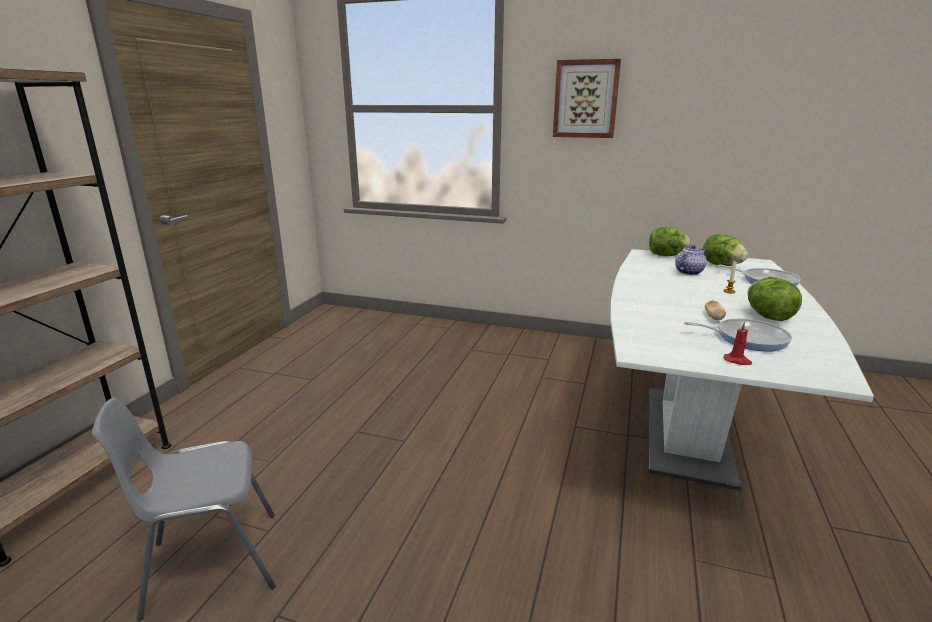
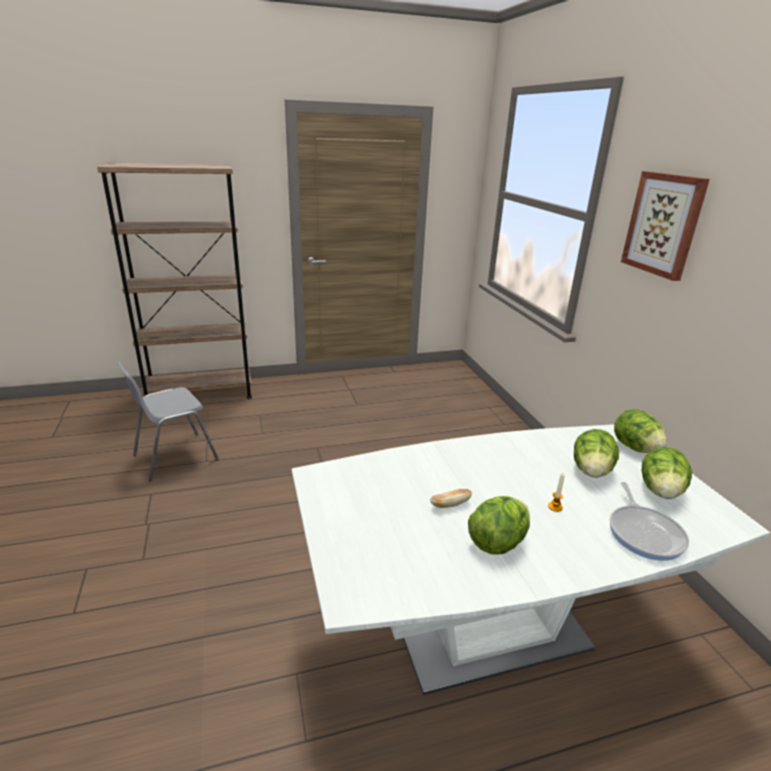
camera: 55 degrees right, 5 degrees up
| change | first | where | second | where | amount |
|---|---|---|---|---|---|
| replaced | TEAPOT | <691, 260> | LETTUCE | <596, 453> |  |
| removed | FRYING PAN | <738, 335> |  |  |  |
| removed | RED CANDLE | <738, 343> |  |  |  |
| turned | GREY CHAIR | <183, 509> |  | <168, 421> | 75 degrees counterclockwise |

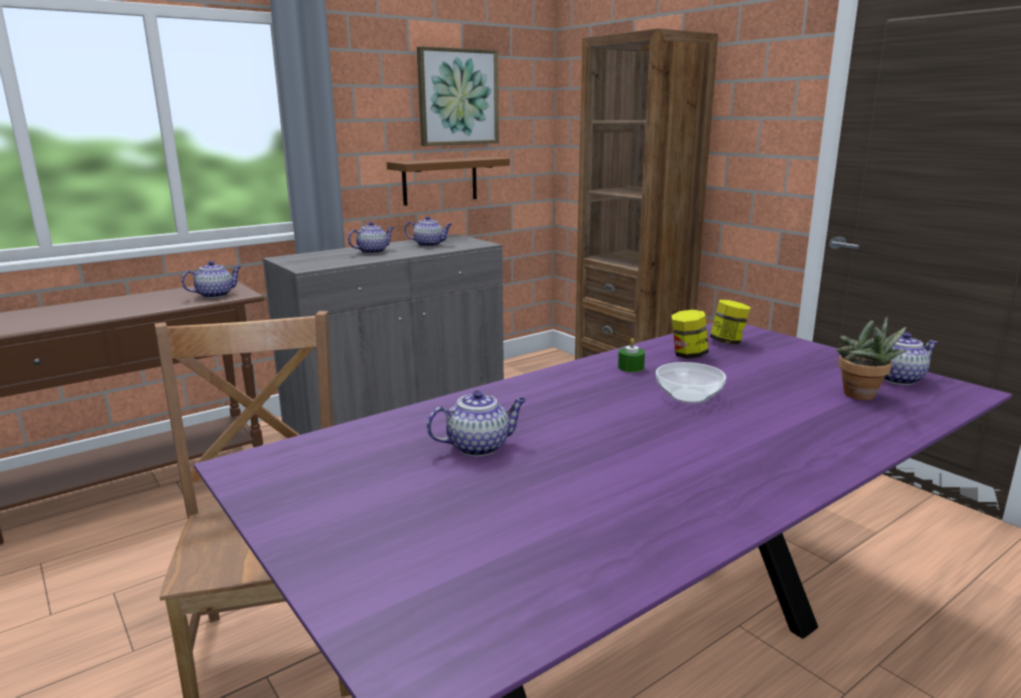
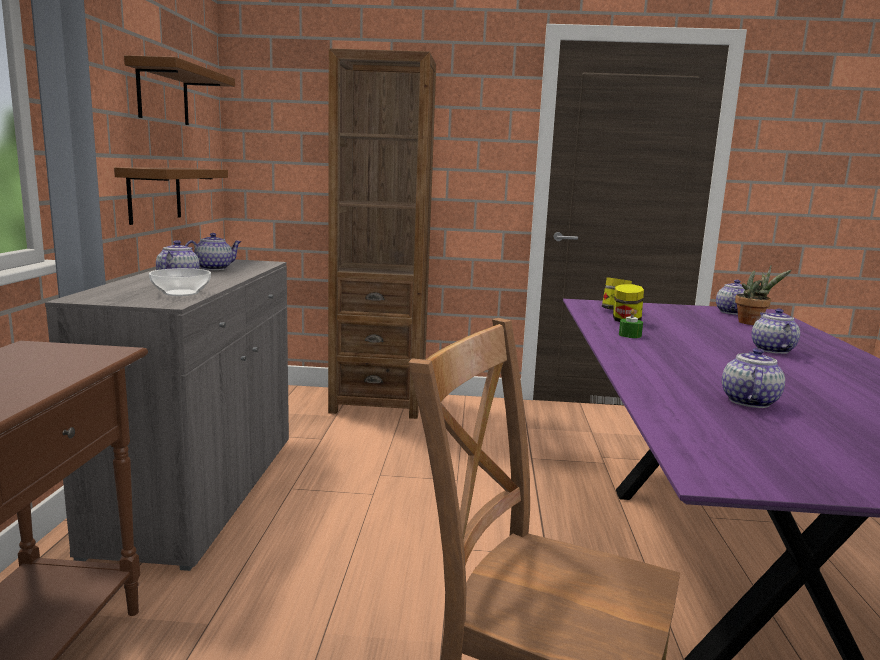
camera: 50 degrees left, 5 degrees down
| change | first | where | second | where | amount |
|---|---|---|---|---|---|
| replaced | PICTURE | <458, 96> | BROWN SHELF | <179, 90> |  |
| moved | TEAPOT | <212, 279> |  | <776, 331> |  |
| moved | BOWL | <691, 383> |  | <180, 282> |  |

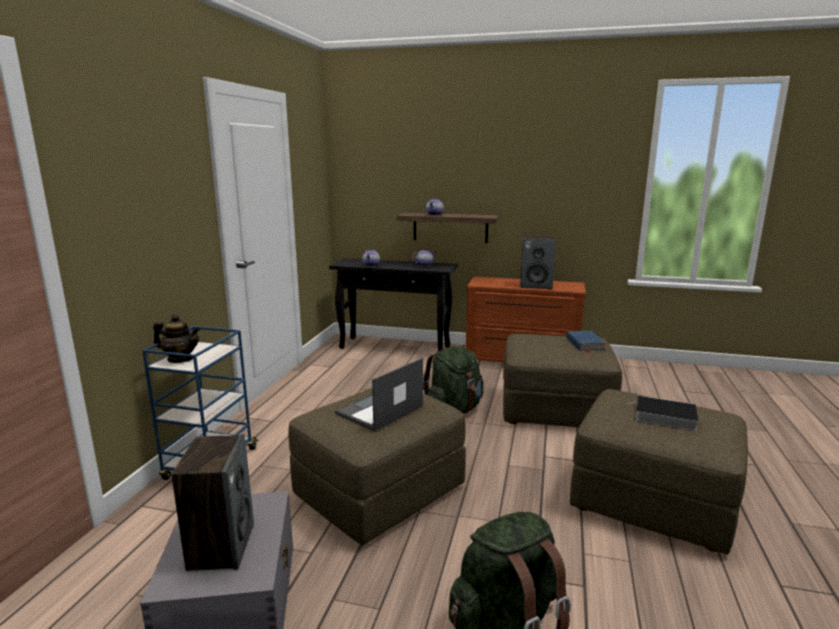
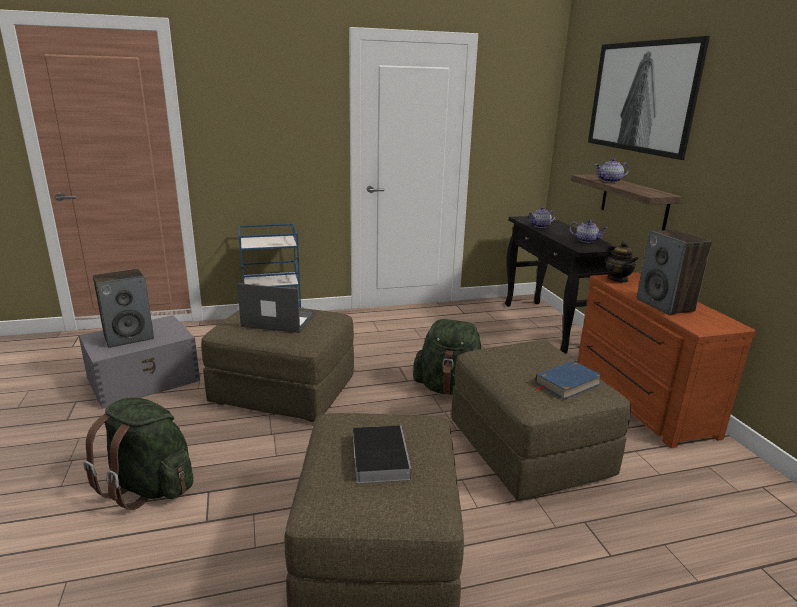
camera: 60 degrees right, 5 degrees up
| change | first | where | second | where | amount |
|---|---|---|---|---|---|
| moved | TEAPOT | <176, 338> |  | <621, 261> |  |
| added |  |  | PICTURE | <649, 98> |  |

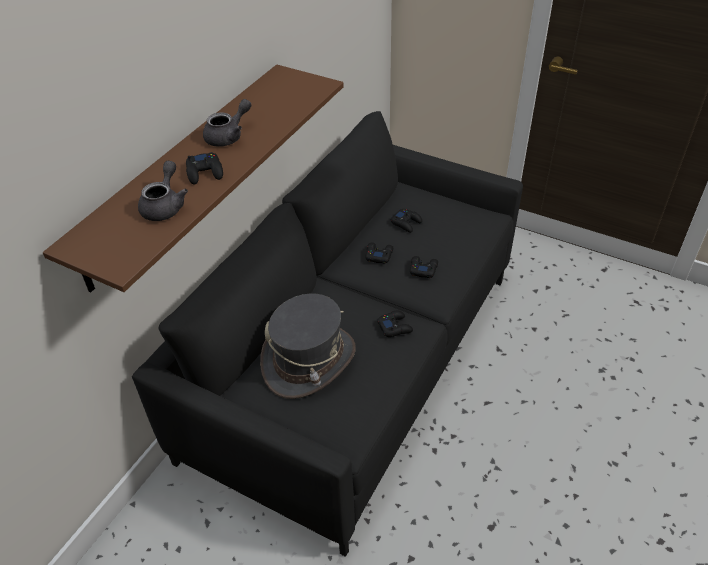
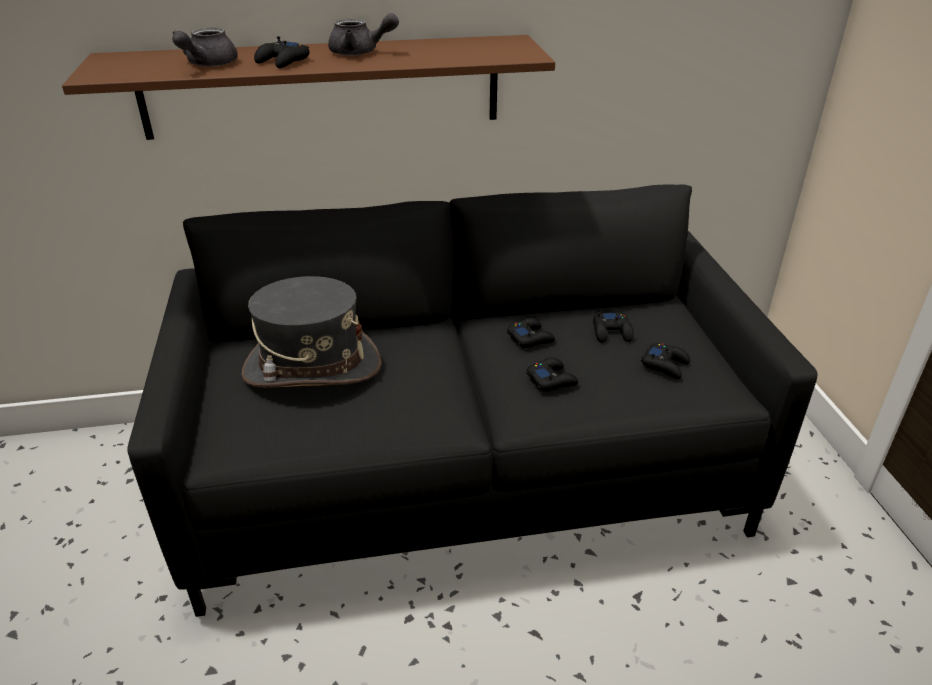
camera: 50 degrees right, 10 degrees down
| change | first | where | second | where | amount |
|---|---|---|---|---|---|
| turned | GREY TEAPOT | <163, 191> |  | <205, 47> | 135 degrees clockwise |
| moved | BLACK GAME CONTROLLER | <395, 323> |  | <665, 361> |  |

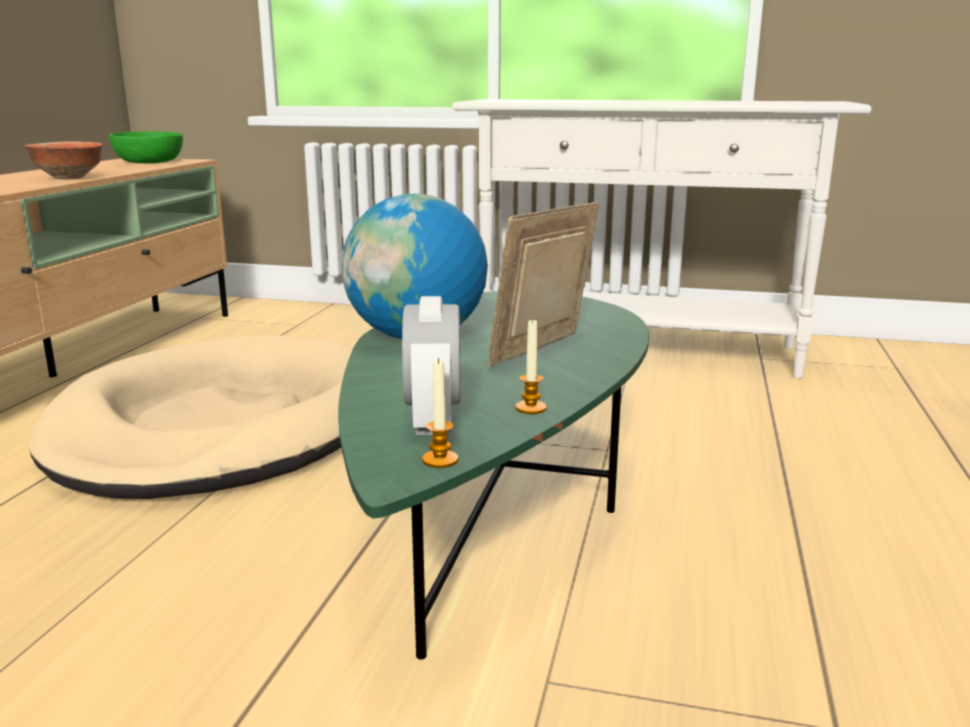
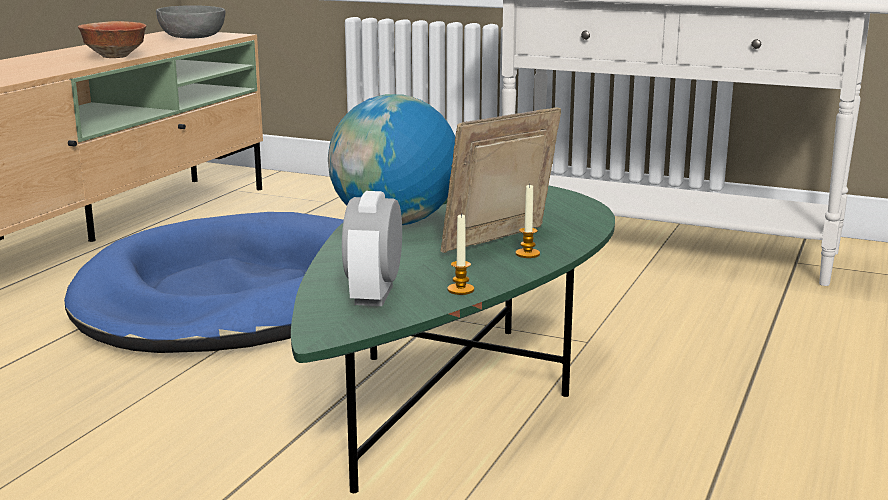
camera: 10 degrees right, 0 degrees up
| change | first | where | second | where | amount |
|---|---|---|---|---|---|
| recoloured | GREEN BOWL | <146, 147> | GREY BOWL | <190, 22> |  |
| recoloured | BEIGE DOG BED | <191, 417> | BLUE DOG BED | <204, 282> |  |
| moved | CANDLE | <440, 412> |  | <528, 221> |  |

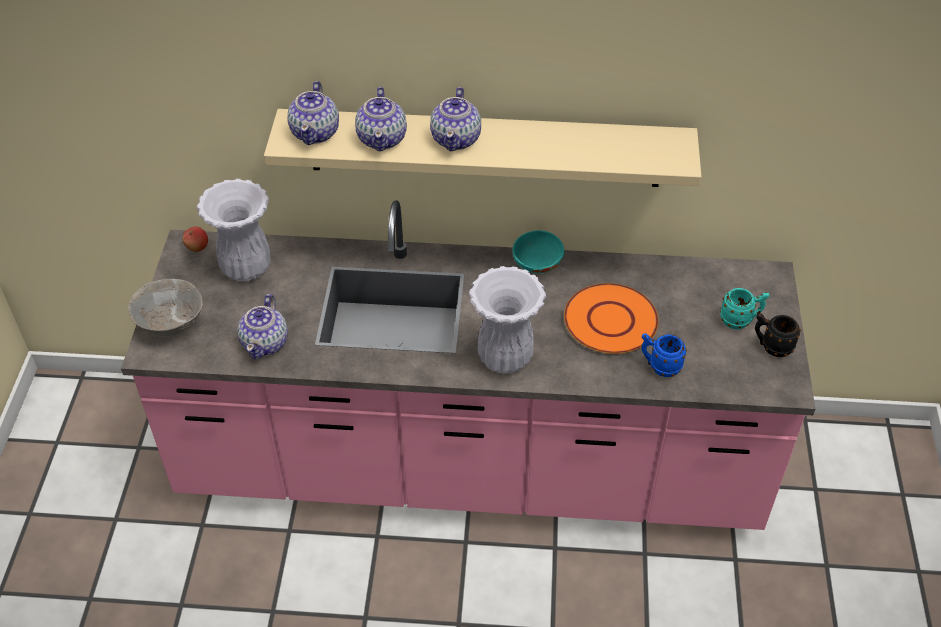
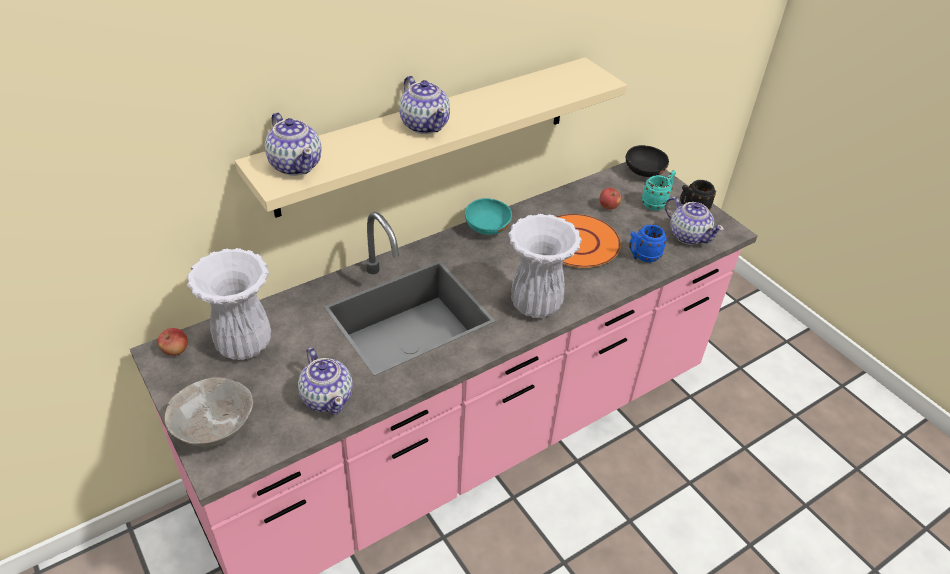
camera: 40 degrees left, 5 degrees down
| change | first | where | second | where | amount |
|---|---|---|---|---|---|
| moved | TEAPOT | <381, 119> |  | <694, 221> |  |
| added |  |  | BLACK BOWL | <647, 161> |  |
| added |  |  | APPLE | <610, 199> |  |

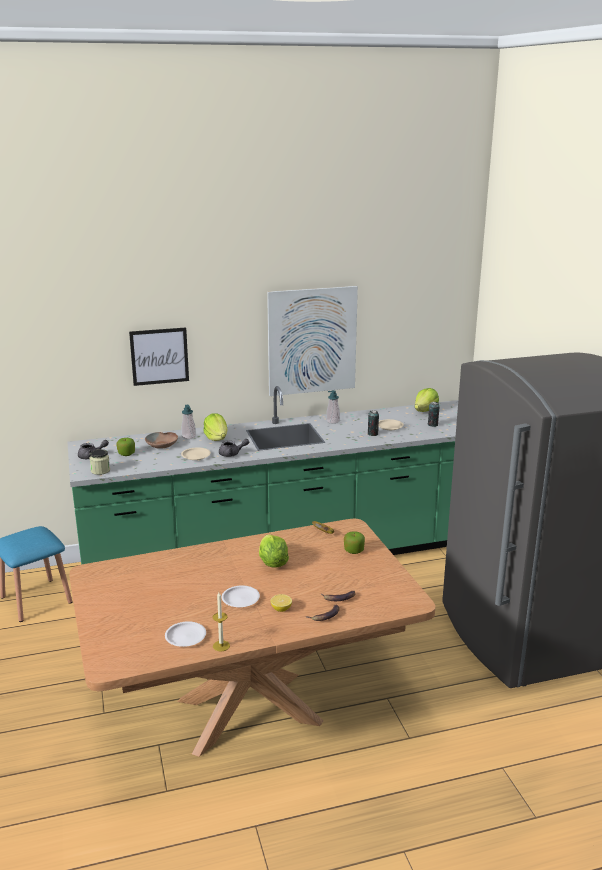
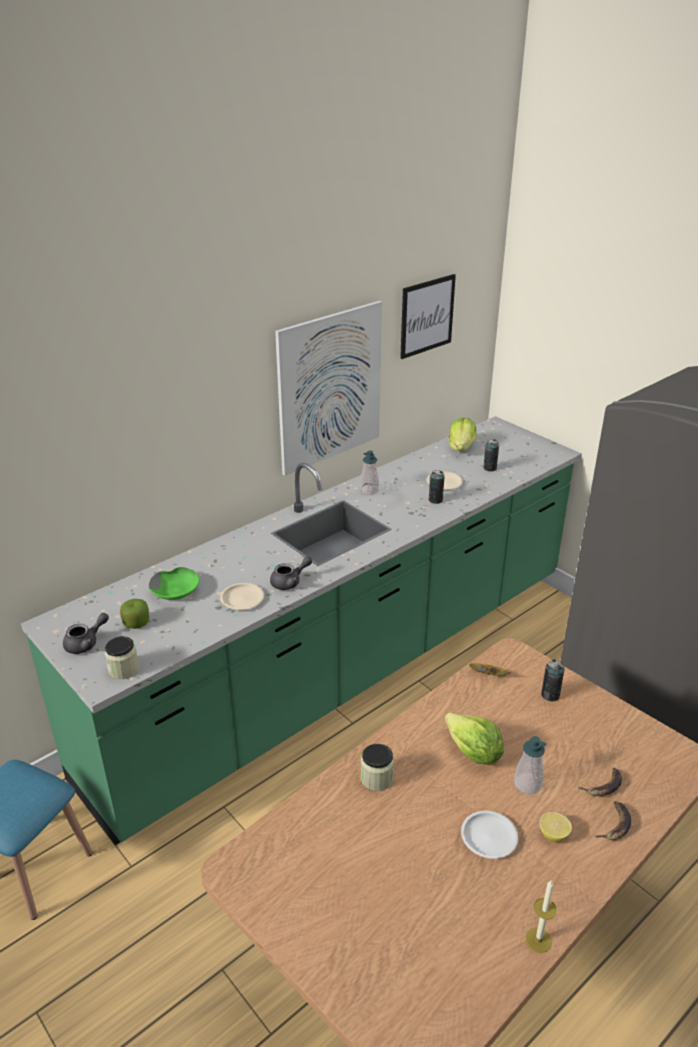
camera: 25 degrees left, 10 degrees up
| change | first | where | second | where | amount |
|---|---|---|---|---|---|
| moved | PICTURE | <159, 356> |  | <428, 316> |  |
| moved | SOAP DISPENSER | <188, 422> |  | <530, 765> |  |
| removed | LETTUCE | <215, 427> |  |  |  |
| recoloured | BROWN BOWL | <161, 440> | GREEN BOWL | <174, 583> |  |
| replaced | APPLE | <354, 542> | CAN | <553, 680> |  |
| removed | WHITE PLATE | <185, 634> |  |  |  |
| added |  |  | JAR | <377, 767> |  |

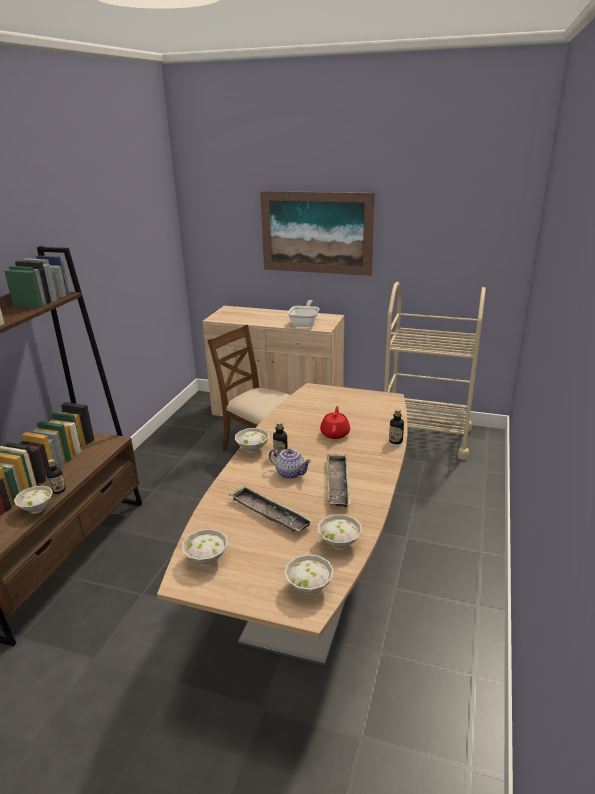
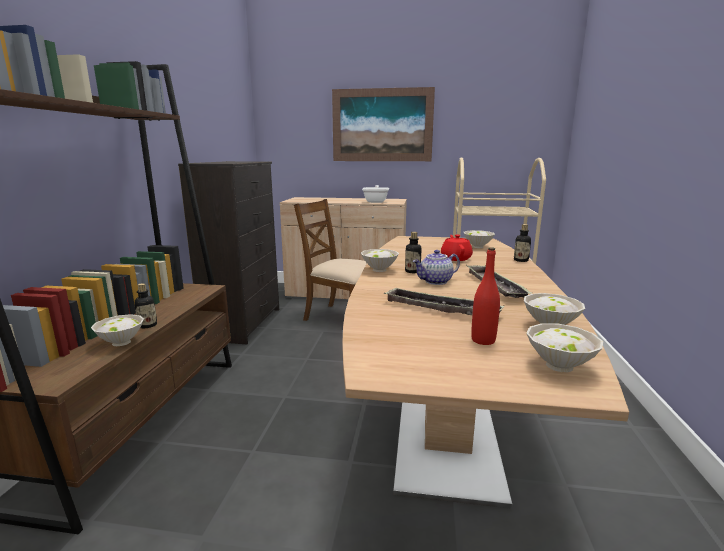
camera: 10 degrees left, 10 degrees down
| change | first | where | second | where | amount |
|---|---|---|---|---|---|
| turned | TEAPOT | <290, 464> |  | <436, 267> | 135 degrees clockwise |
| moved | WHITE BOWL | <205, 547> |  | <479, 239> |  |
| added |  |  | BLACK DRESSER | <228, 252> |  |
| added |  |  | RED BOTTLE | <485, 296> |  |

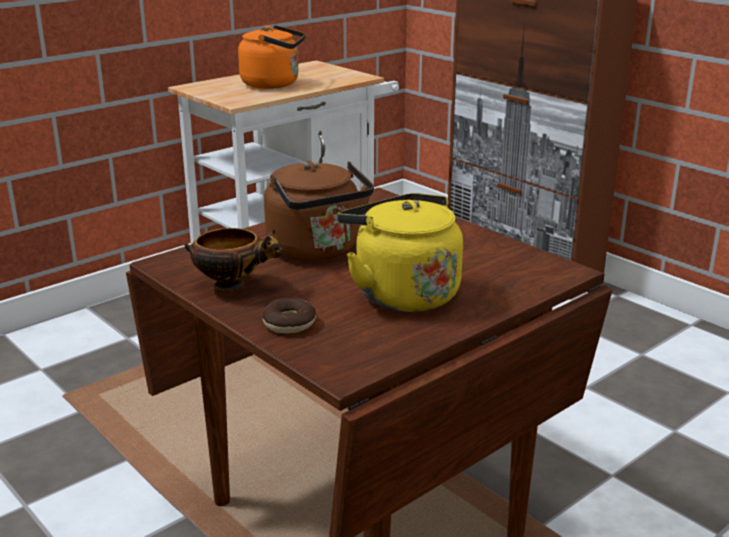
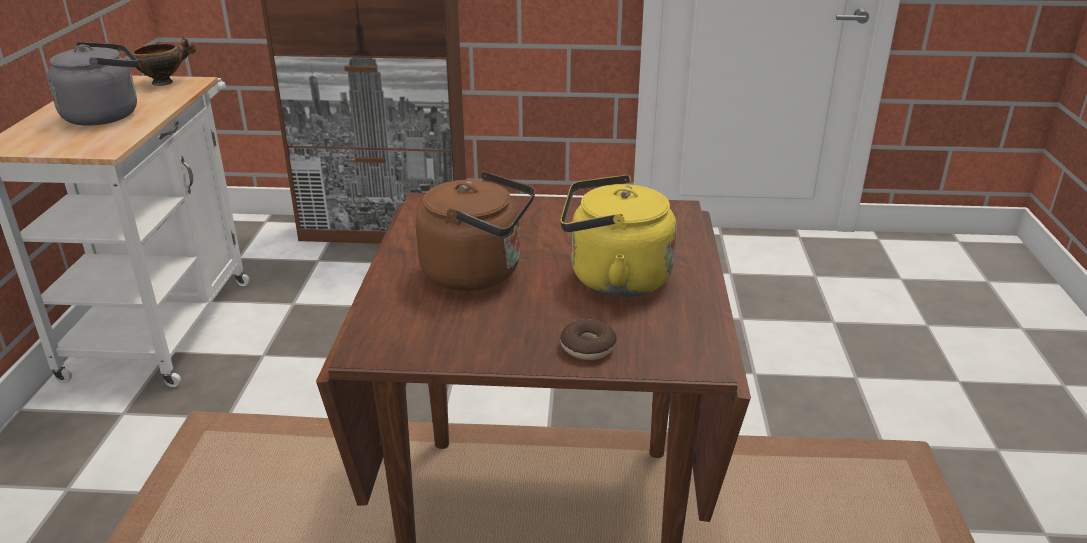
camera: 45 degrees left, 5 degrees up
| change | first | where | second | where | amount |
|---|---|---|---|---|---|
| recoloured | ORANGE KETTLE | <272, 57> | GREY KETTLE | <92, 84> |  |
| moved | BOWL | <233, 260> |  | <161, 61> |  |

